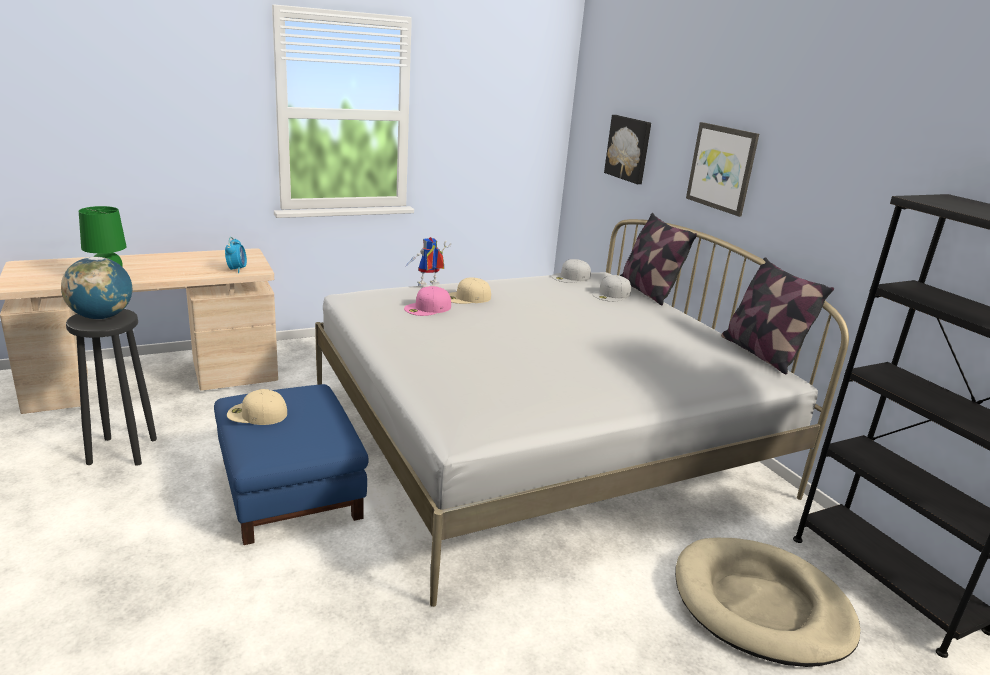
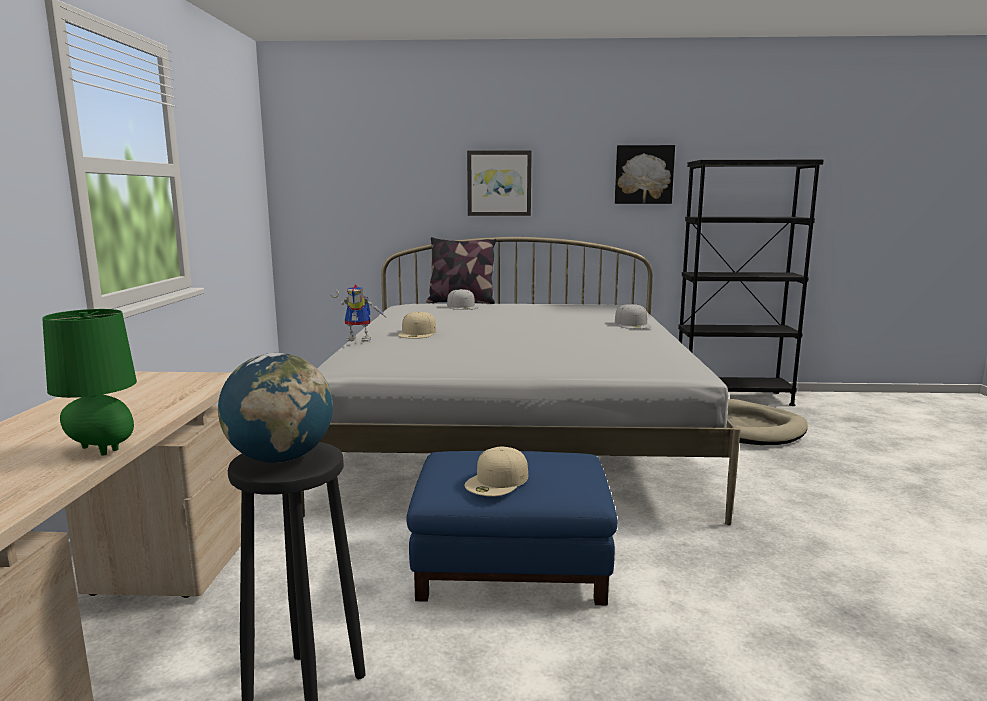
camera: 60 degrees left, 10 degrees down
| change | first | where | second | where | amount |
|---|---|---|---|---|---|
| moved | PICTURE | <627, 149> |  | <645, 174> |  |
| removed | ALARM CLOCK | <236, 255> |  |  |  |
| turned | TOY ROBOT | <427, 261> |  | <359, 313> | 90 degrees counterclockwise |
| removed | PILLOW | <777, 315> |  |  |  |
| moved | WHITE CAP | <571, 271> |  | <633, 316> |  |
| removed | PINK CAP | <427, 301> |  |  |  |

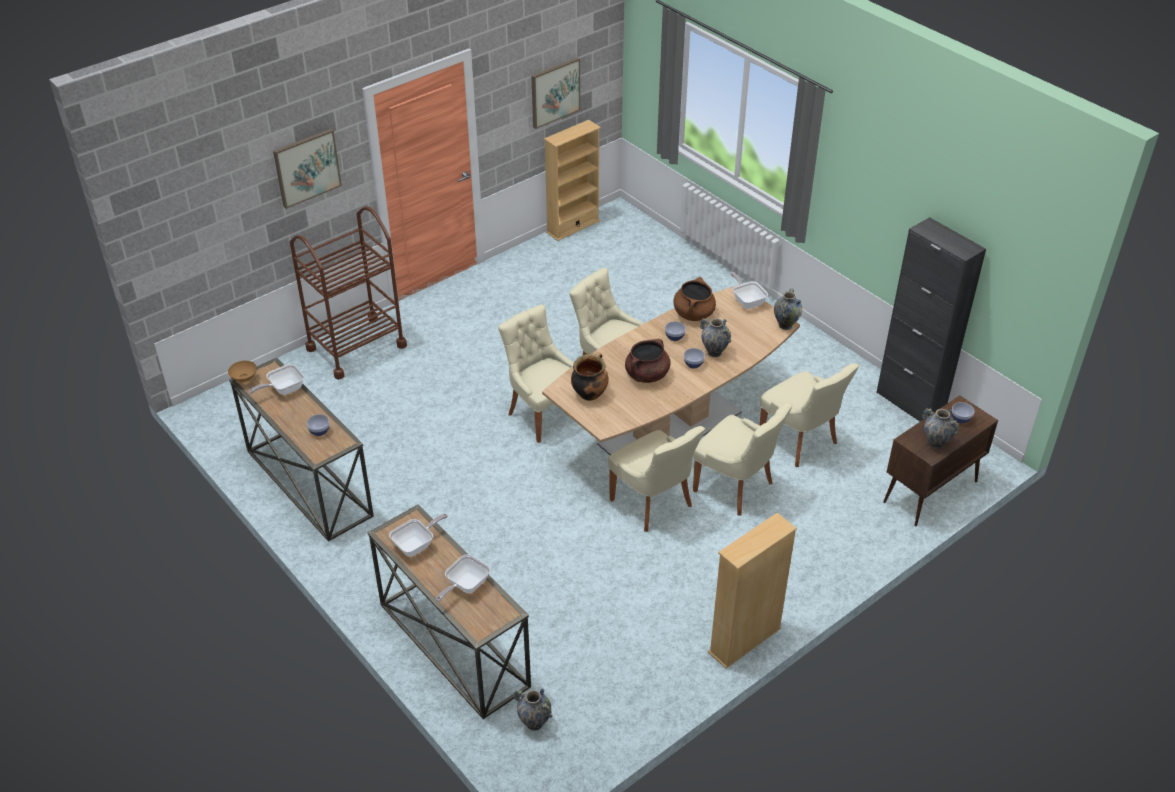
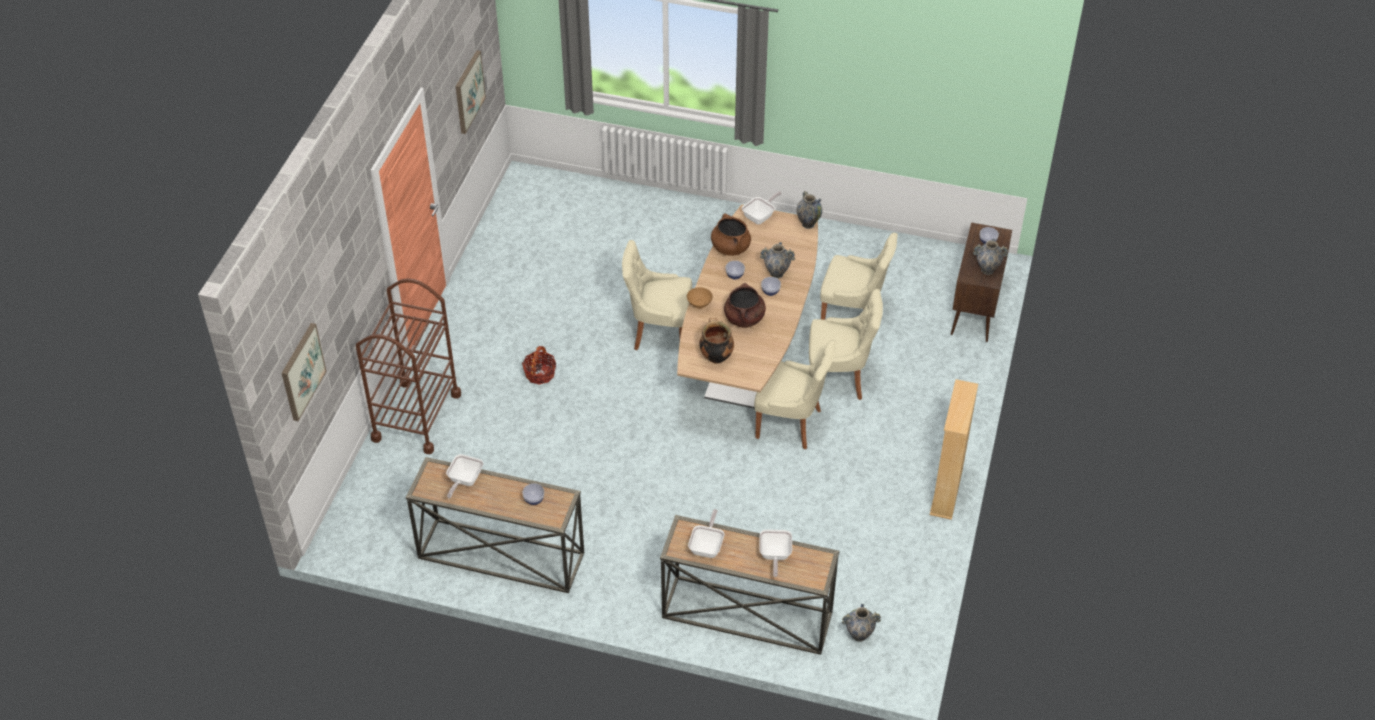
camera: 35 degrees left, 5 degrees up
| change | first | where | second | where | amount |
|---|---|---|---|---|---|
| removed | BEIGE BOOKCASE | <572, 180> |  |  |  |
| moved | PICTURE | <307, 169> |  | <304, 372> |  |
| removed | BLACK CABINET | <931, 319> |  |  |  |
| turned | FRYING PAN | <749, 290> |  | <762, 208> | 105 degrees clockwise |
| removed | BEIGE CHAIR | <536, 373> |  |  |  |
| moved | BROWN BOWL | <242, 372> |  | <700, 298> |  |
| added |  |  | BASKET | <539, 365> |  |

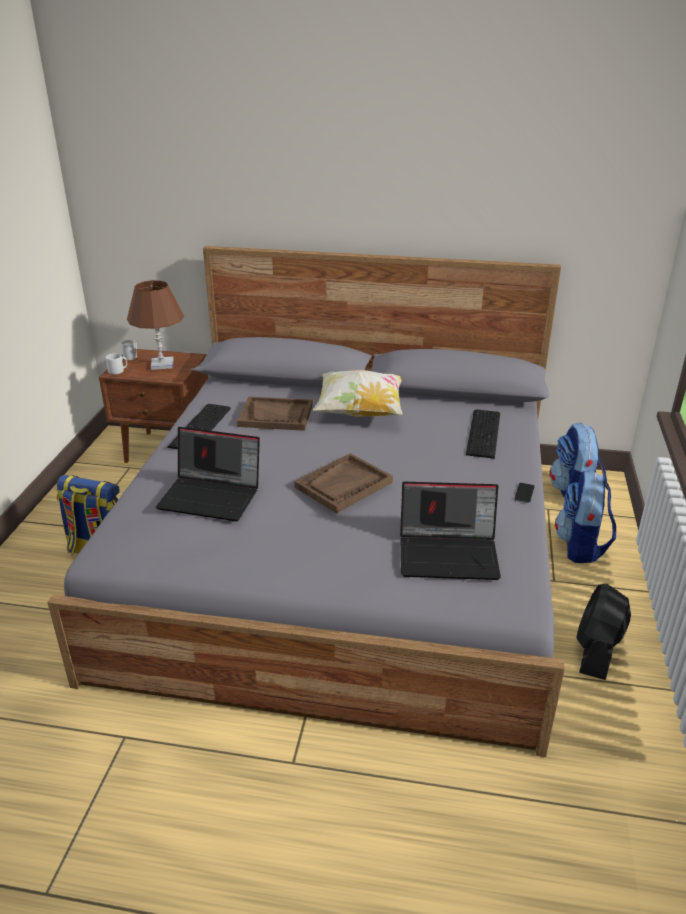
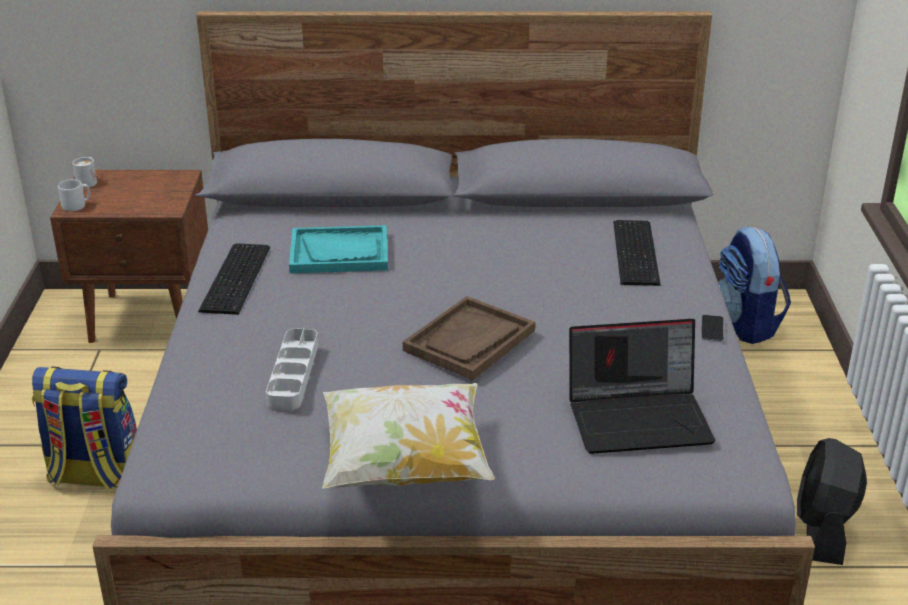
camera: 10 degrees left, 0 degrees up
| change | first | where | second | where | amount |
|---|---|---|---|---|---|
| removed | BROWN TABLE LAMP | <155, 325> |  |  |  |
| moved | PILLOW | <358, 393> |  | <408, 436> |  |
| recoloured | BROWN TRAY | <275, 414> | TURQUOISE TRAY | <338, 249> |  |
| replaced | LAPTOP | <208, 474> | GREY TRAY | <292, 369> |  |
| removed | BACKPACK | <585, 517> |  |  |  |

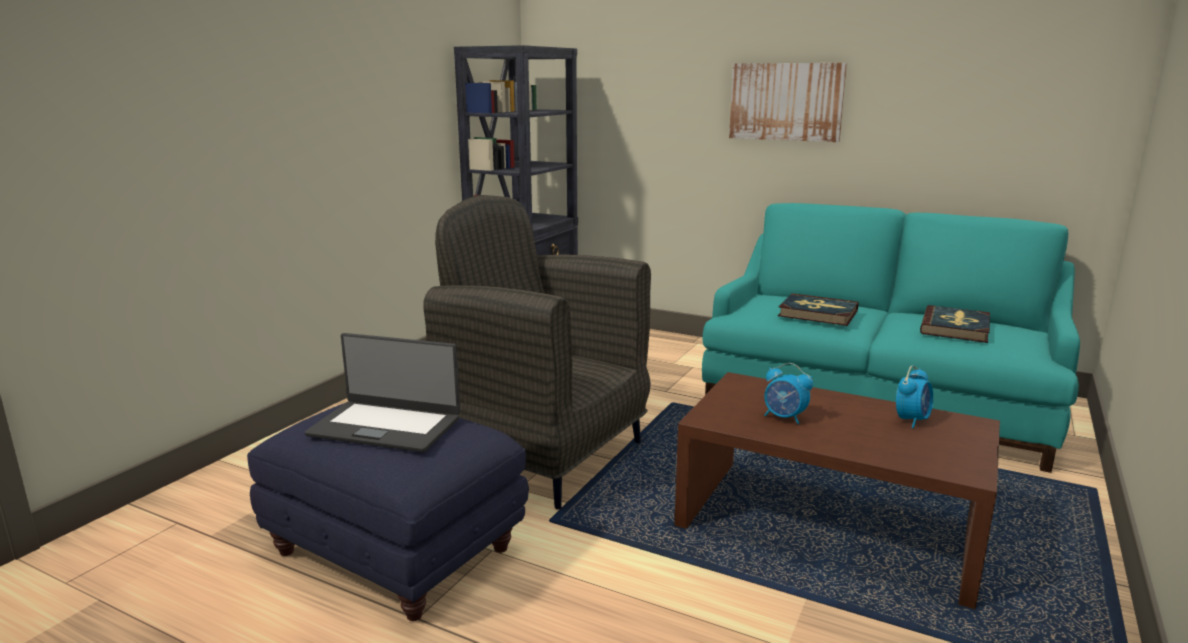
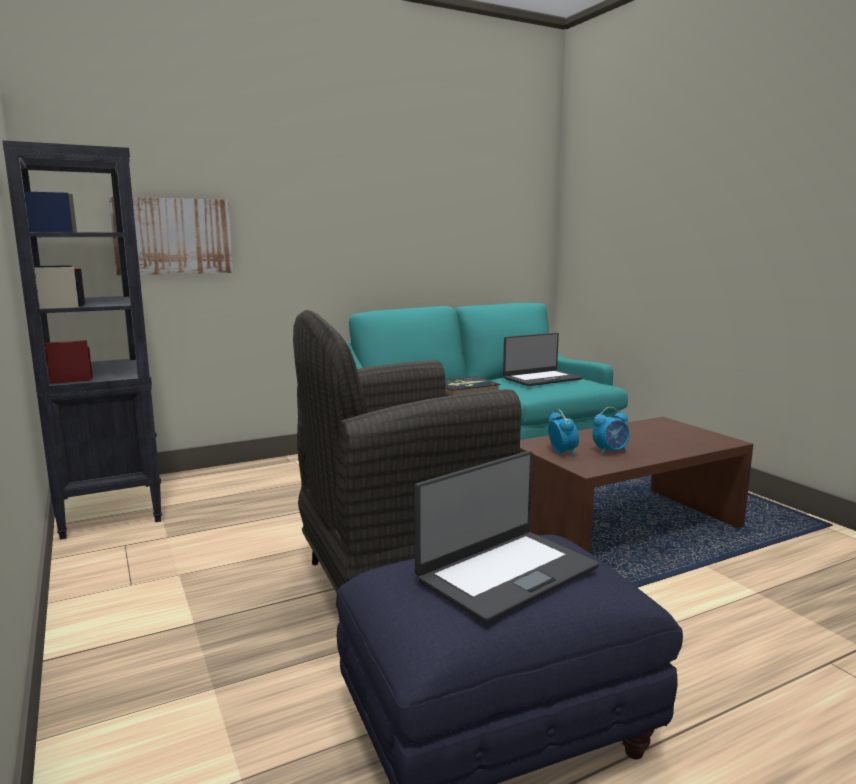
camera: 55 degrees left, 5 degrees down
| change | first | where | second | where | amount |
|---|---|---|---|---|---|
| moved | PICTURE | <788, 102> |  | <171, 236> |  |
| replaced | BOOK | <955, 324> | LAPTOP | <542, 359> |  |
| moved | ALARM CLOCK | <914, 396> |  | <563, 433> |  |

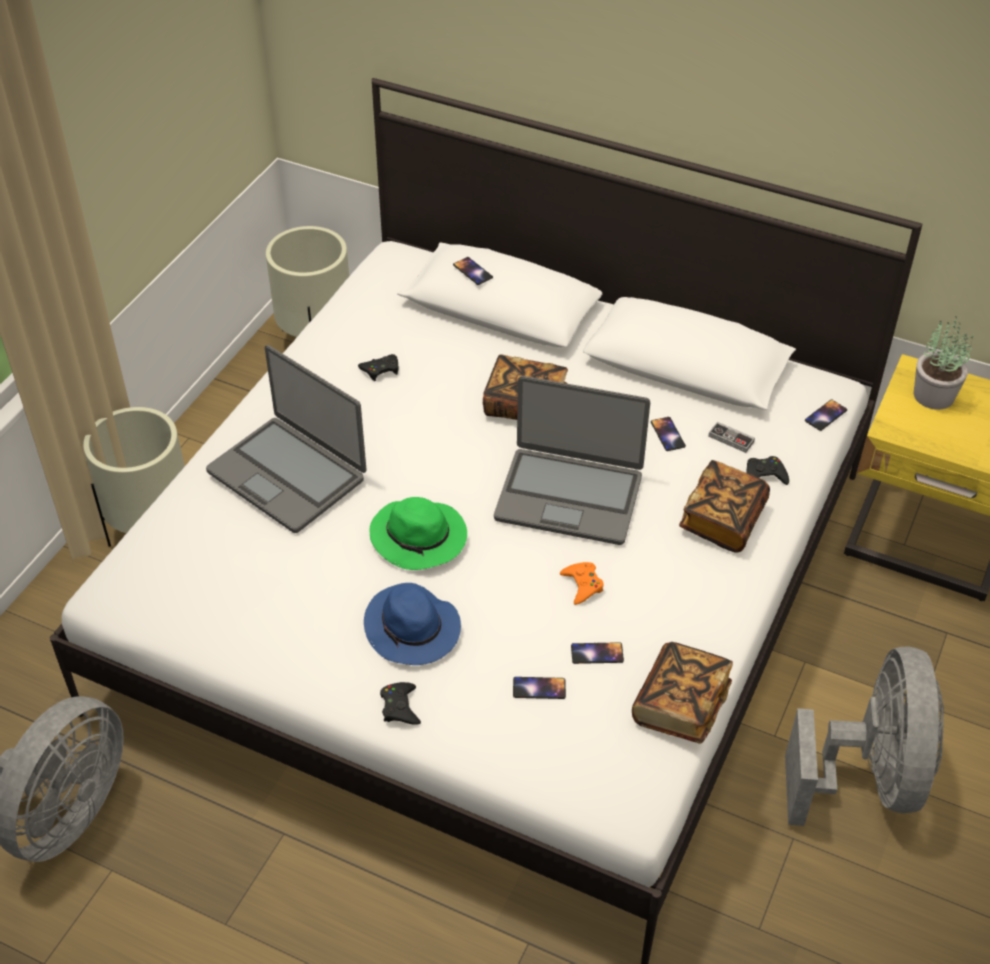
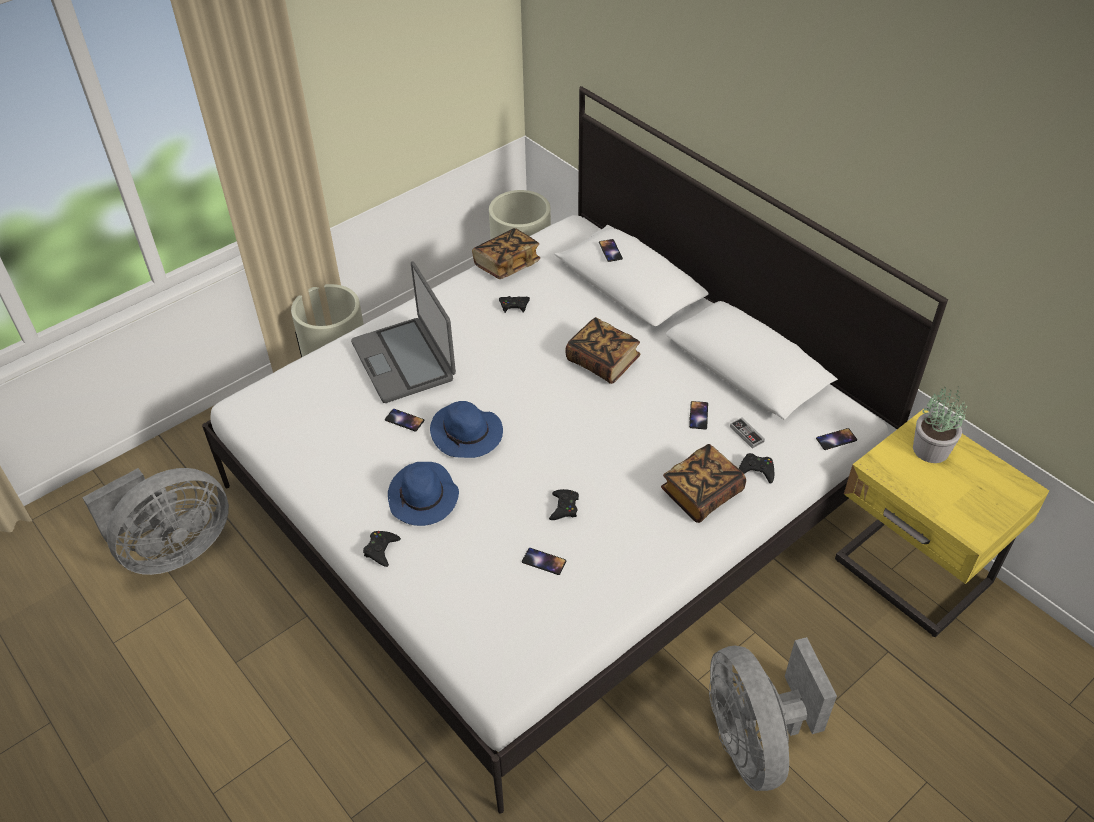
camera: 25 degrees right, 0 degrees up
| change | first | where | second | where | amount |
|---|---|---|---|---|---|
| removed | LAPTOP | <572, 460> |  |  |  |
| recoloured | GREEN HAT | <418, 533> | BLUE HAT | <466, 429> |  |
| recoloured | ORANGE GAME CONTROLLER | <582, 583> | BLACK GAME CONTROLLER | <564, 504> |  |
| moved | BOOK | <682, 693> |  | <506, 253> |  |
| turned | GREY FAN | <864, 736> |  | <773, 714> | 135 degrees clockwise |
| moved | PHONE | <539, 688> |  | <404, 420> |  |

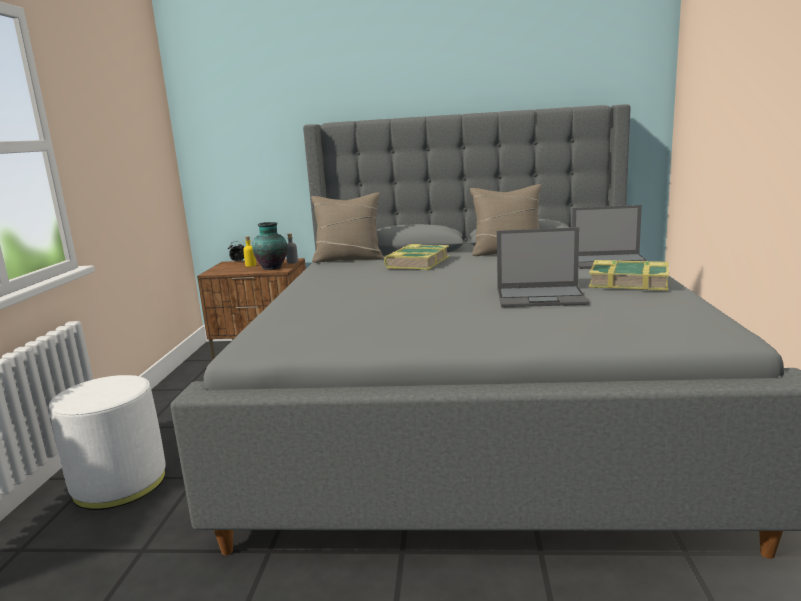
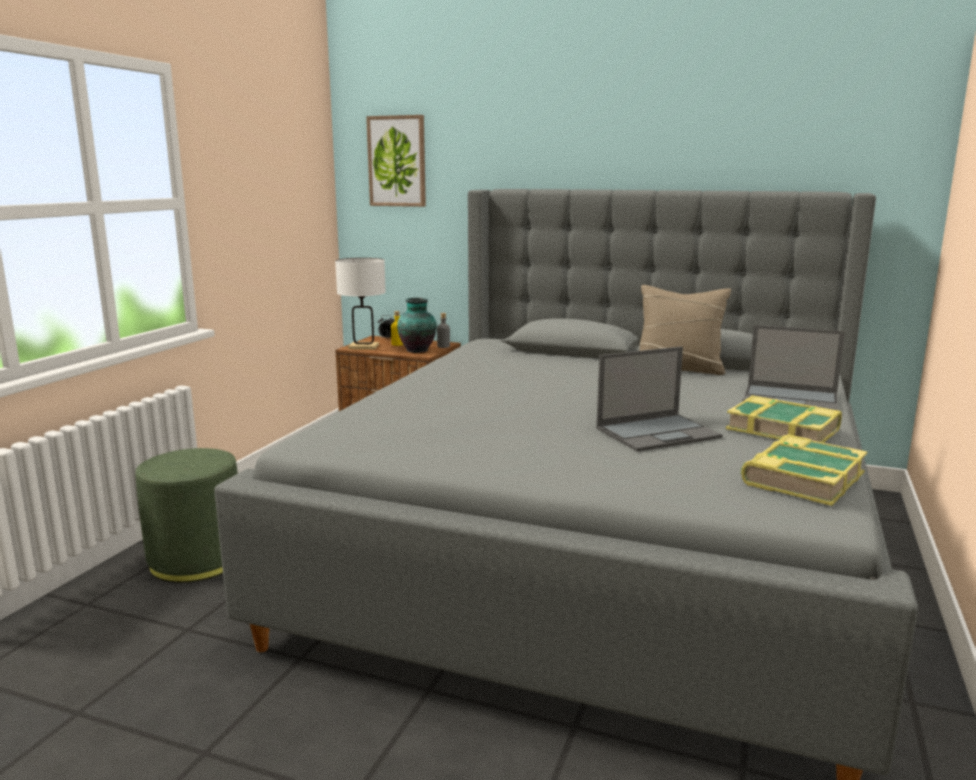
camera: 15 degrees right, 0 degrees up
| change | first | where | second | where | amount |
|---|---|---|---|---|---|
| removed | BEIGE PILLOW | <347, 227> |  |  |  |
| turned | LAPTOP | <543, 267> |  | <659, 399> | 45 degrees counterclockwise |
| moved | BOOK | <416, 257> |  | <804, 470> |  |
| recoloured | WHITE OTTOMAN | <107, 442> | GREEN OTTOMAN | <186, 515> |  |
| added |  |  | PICTURE | <396, 161> |  |
| added |  |  | WHITE TABLE LAMP | <360, 304> |  |

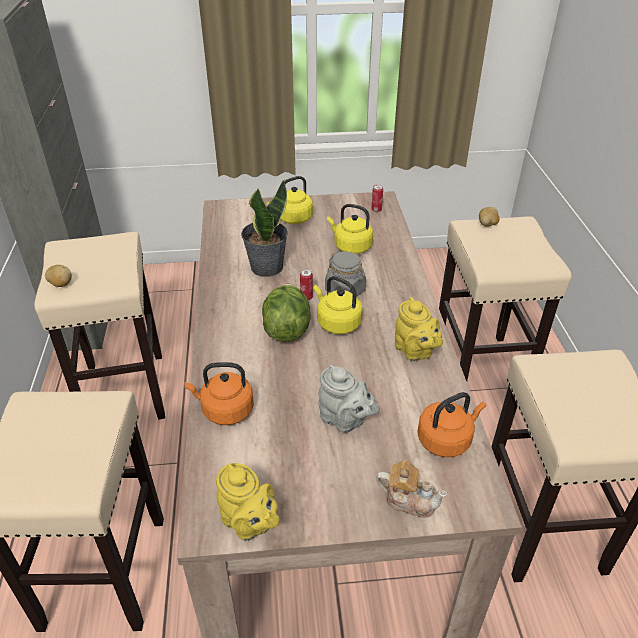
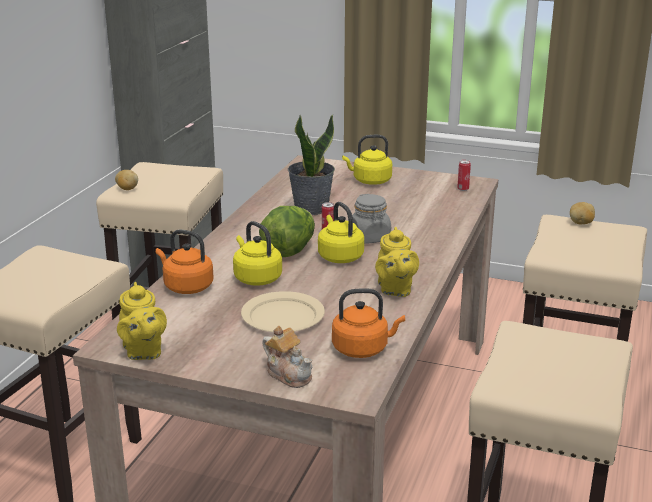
camera: 25 degrees right, 15 degrees down
| change | first | where | second | where | amount |
|---|---|---|---|---|---|
| moved | YELLOW KETTLE | <350, 229> |  | <257, 253> |  |
| replaced | GREY TEAPOT | <349, 399> | BEIGE PLATE | <283, 311> |  |

